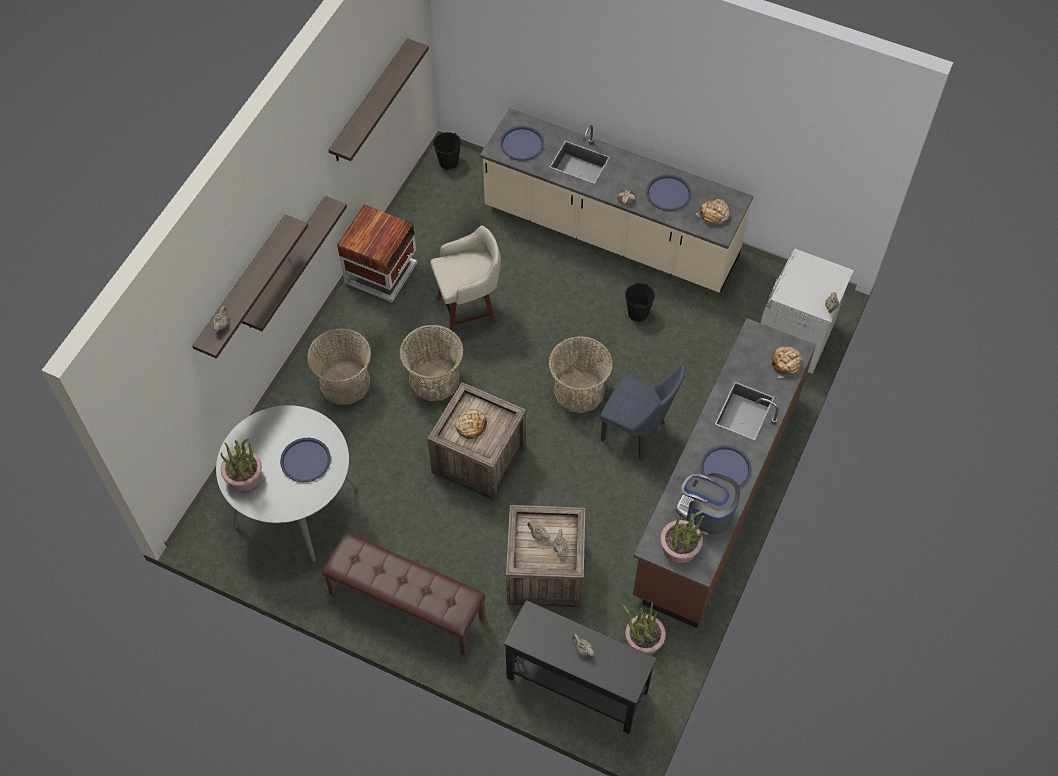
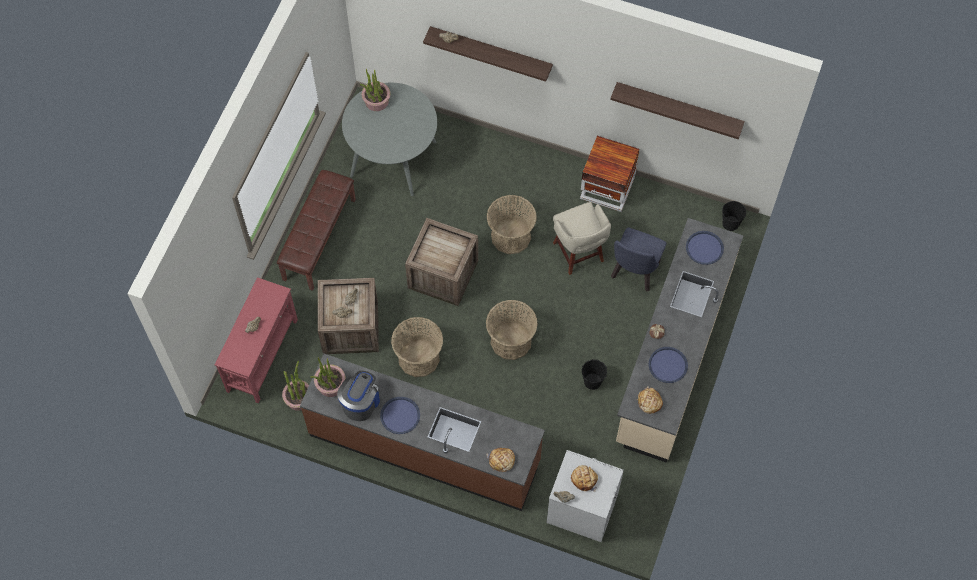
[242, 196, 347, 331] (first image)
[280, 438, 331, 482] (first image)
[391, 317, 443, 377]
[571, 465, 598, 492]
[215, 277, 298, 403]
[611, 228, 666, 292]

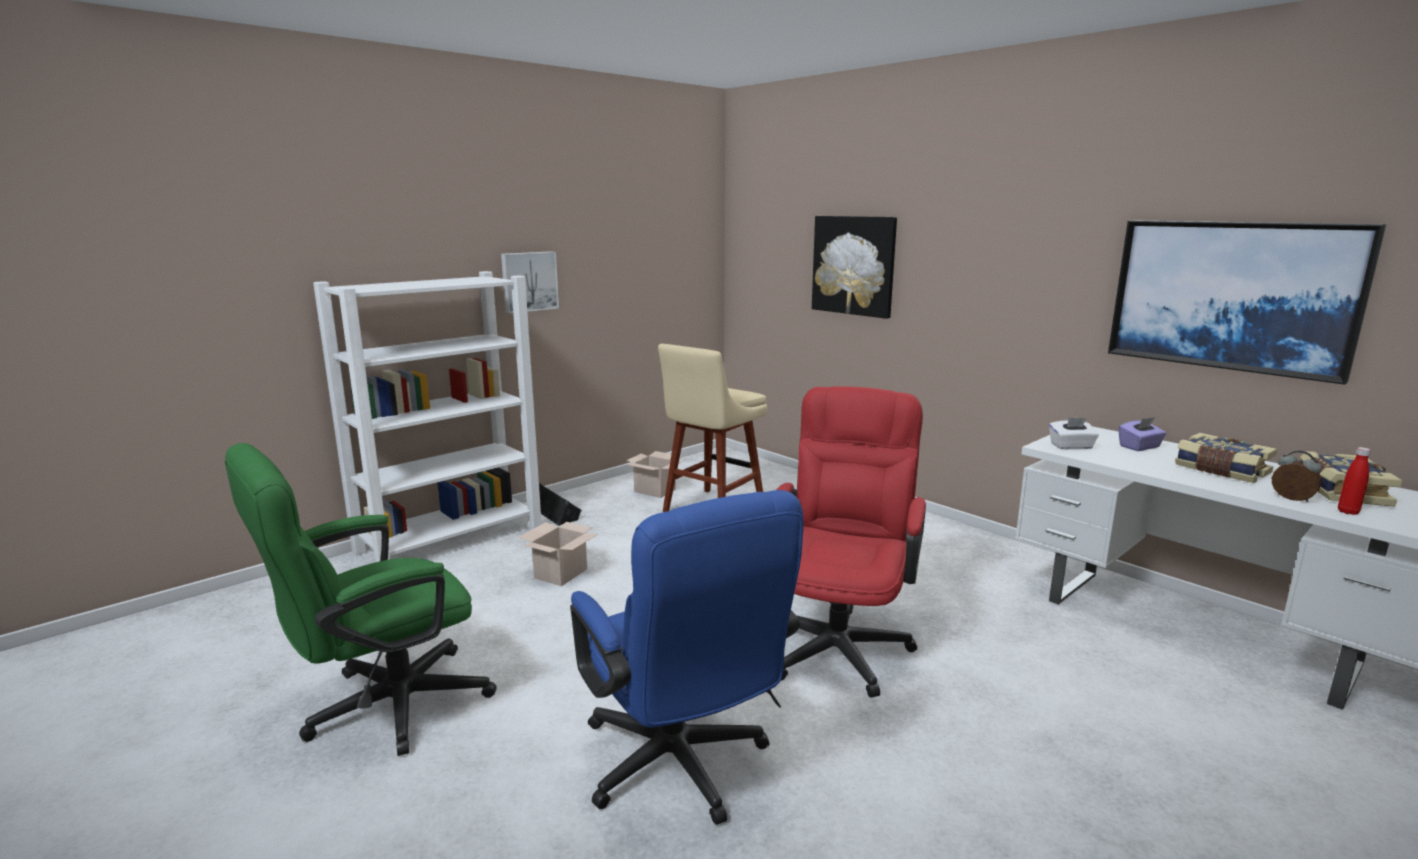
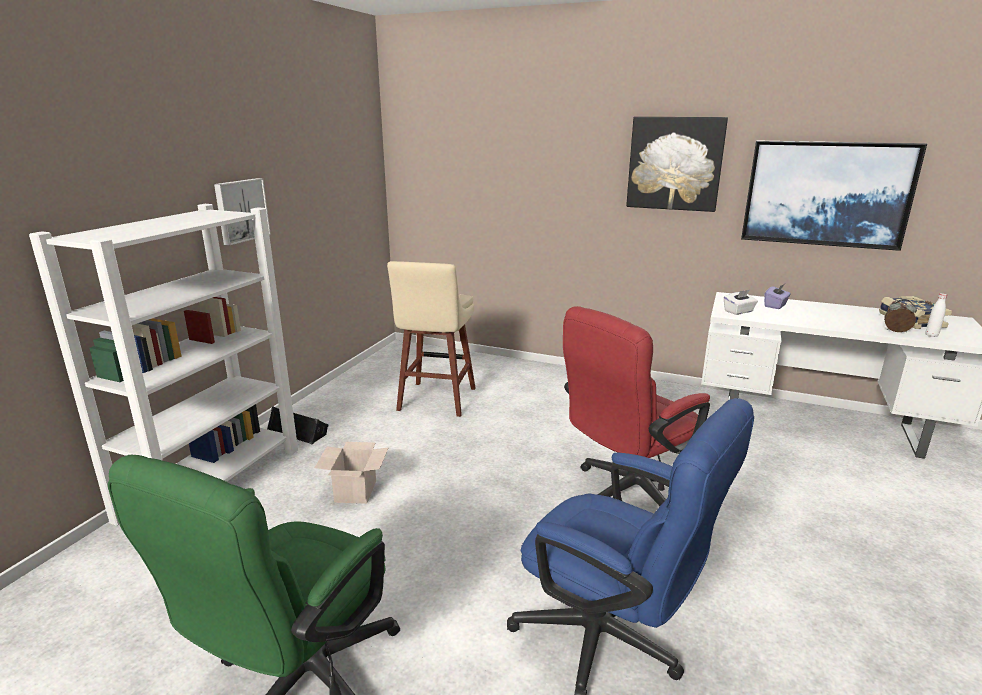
[626, 451, 683, 498] (first image)
[563, 306, 710, 506]
[626, 117, 728, 212]
[1175, 433, 1277, 483] (first image)
[925, 293, 947, 337]

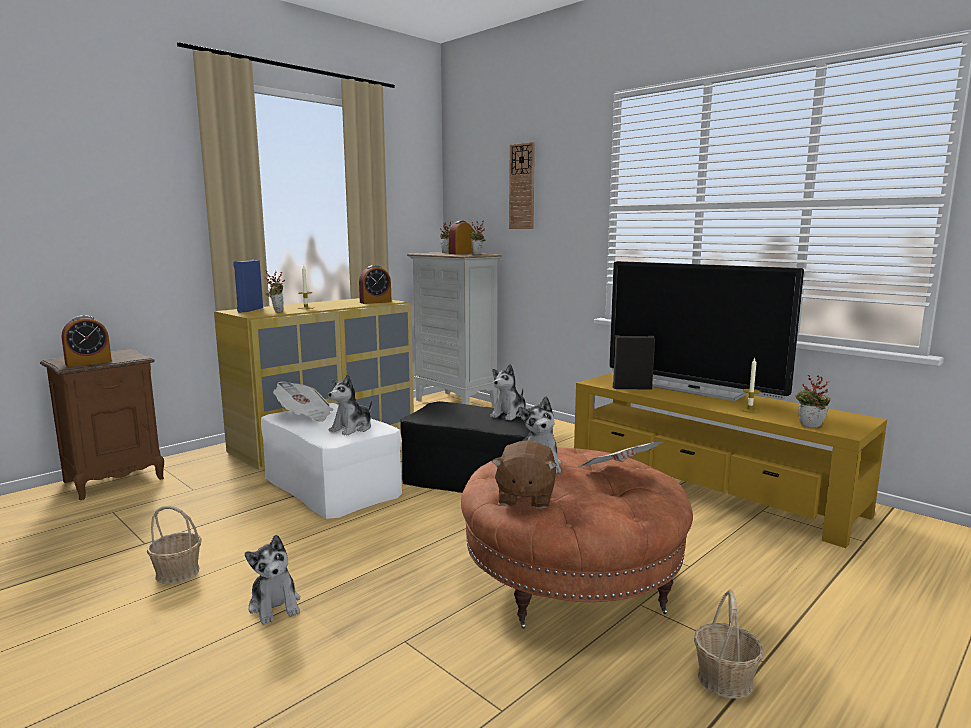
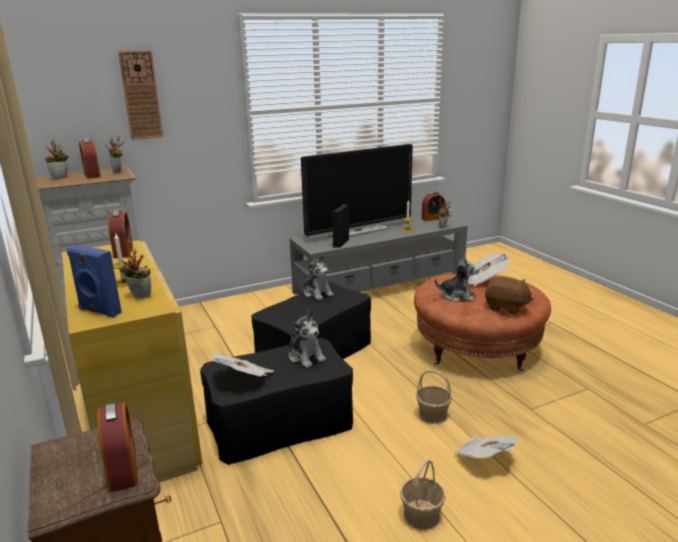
[454, 435, 520, 458]
[200, 338, 353, 465]
[290, 216, 468, 294]
[416, 370, 452, 424]
[421, 192, 446, 221]

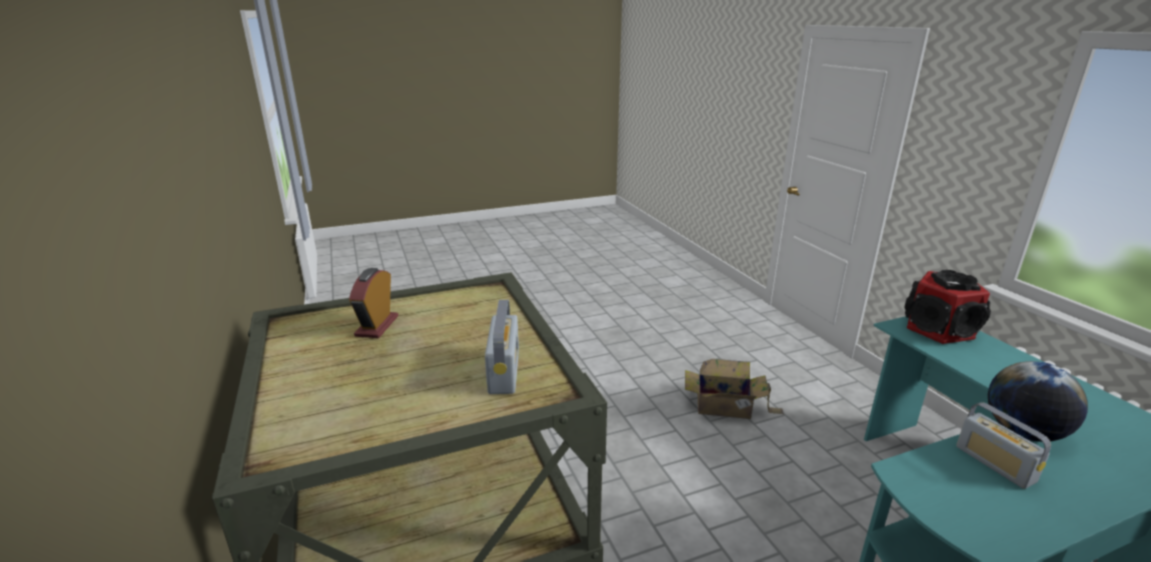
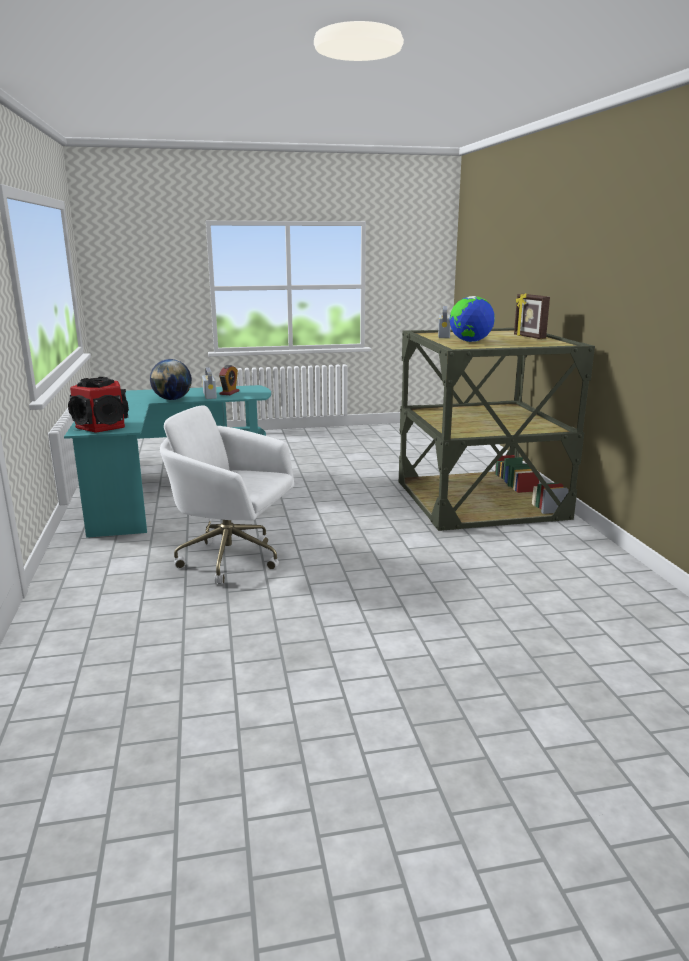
[219, 365, 240, 395]
[160, 405, 294, 584]
[450, 296, 495, 342]
[514, 293, 550, 339]

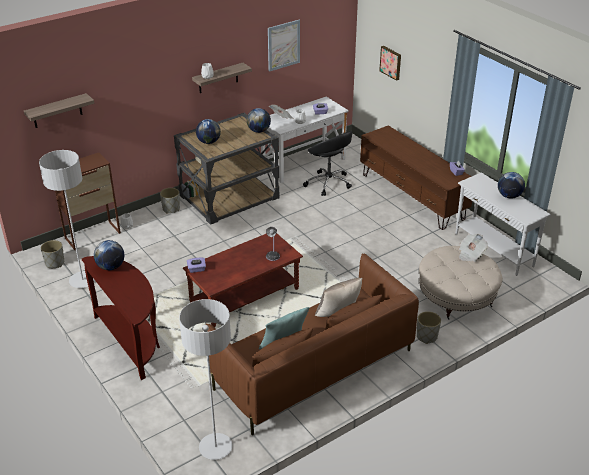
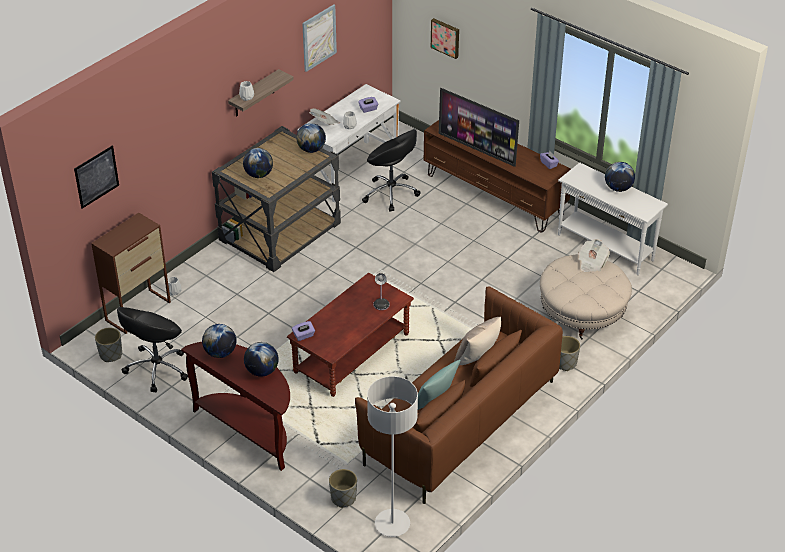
[74, 146, 119, 209]
[117, 307, 188, 392]
[329, 469, 357, 508]
[244, 342, 279, 377]
[439, 88, 519, 167]

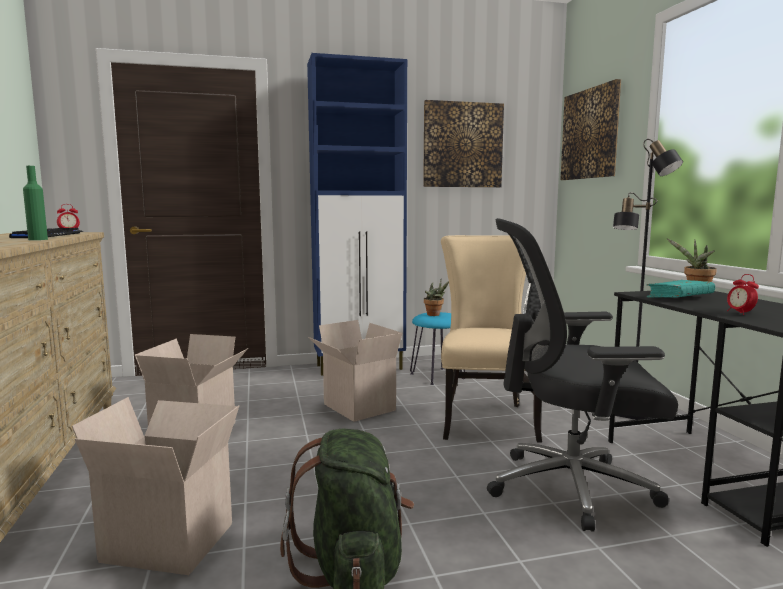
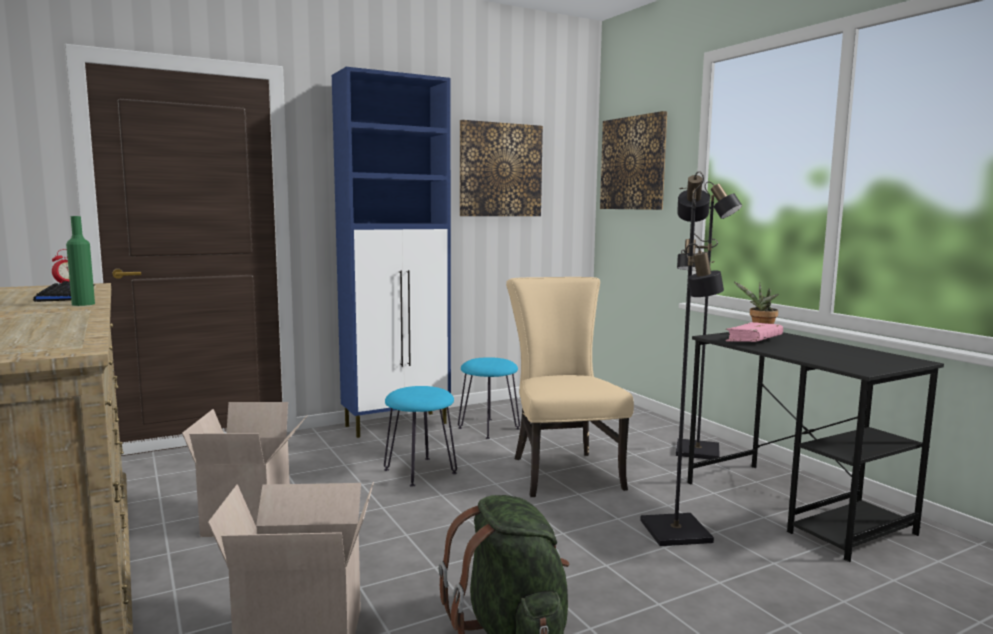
[384, 386, 457, 487]
[424, 280, 449, 316] (first image)
[640, 171, 724, 546]
[726, 322, 783, 342]
[727, 274, 759, 315] (first image)

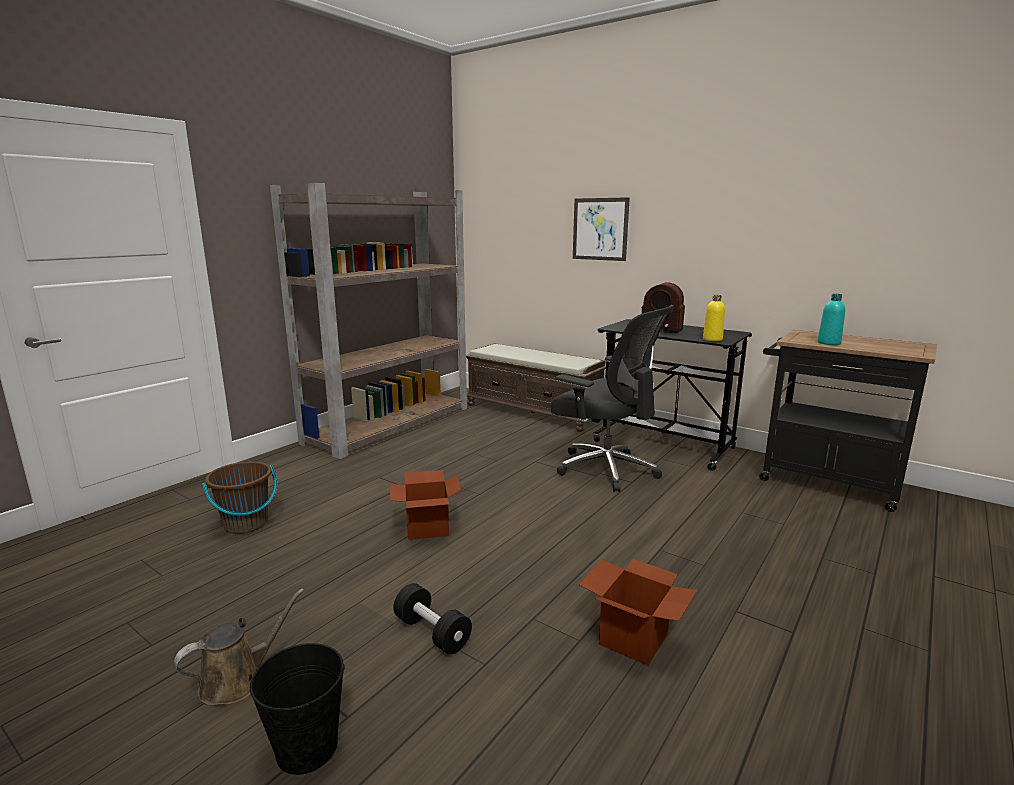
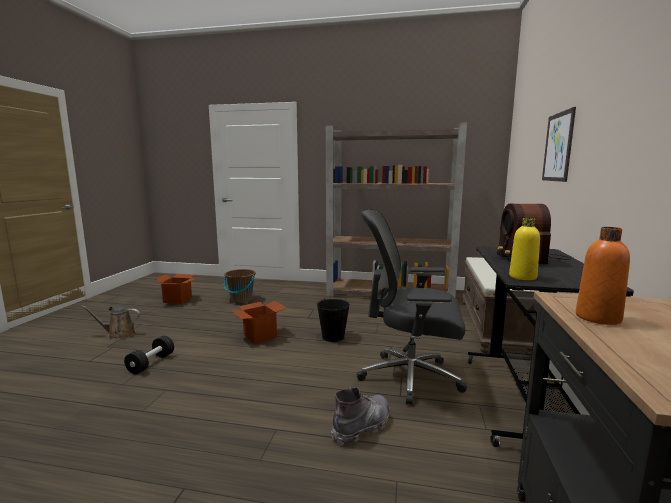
[81, 305, 140, 339]
[317, 298, 350, 342]
[357, 209, 467, 405]
[156, 274, 196, 304]
[576, 227, 630, 325]
[331, 387, 390, 445]

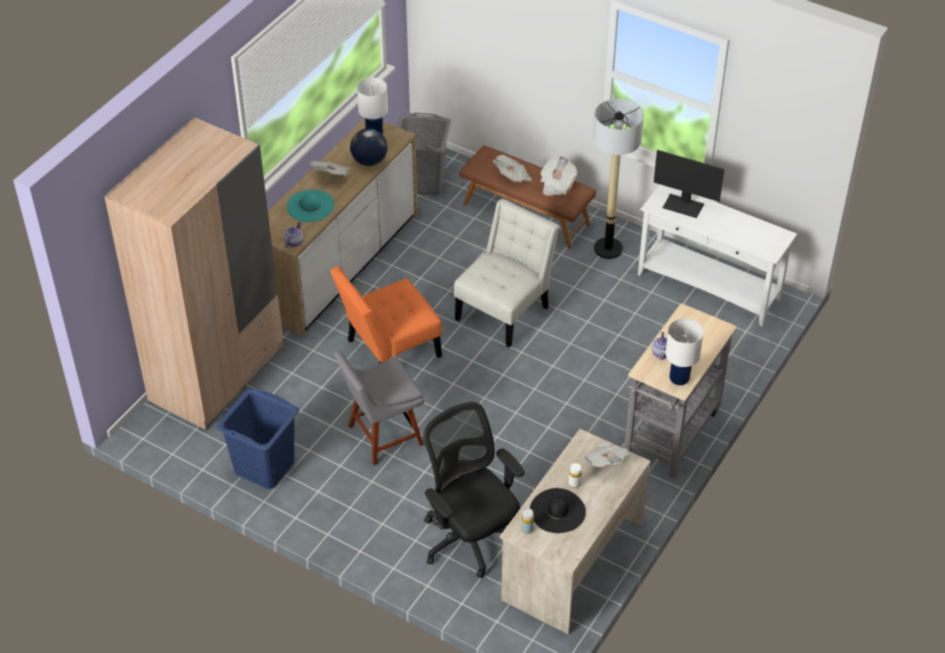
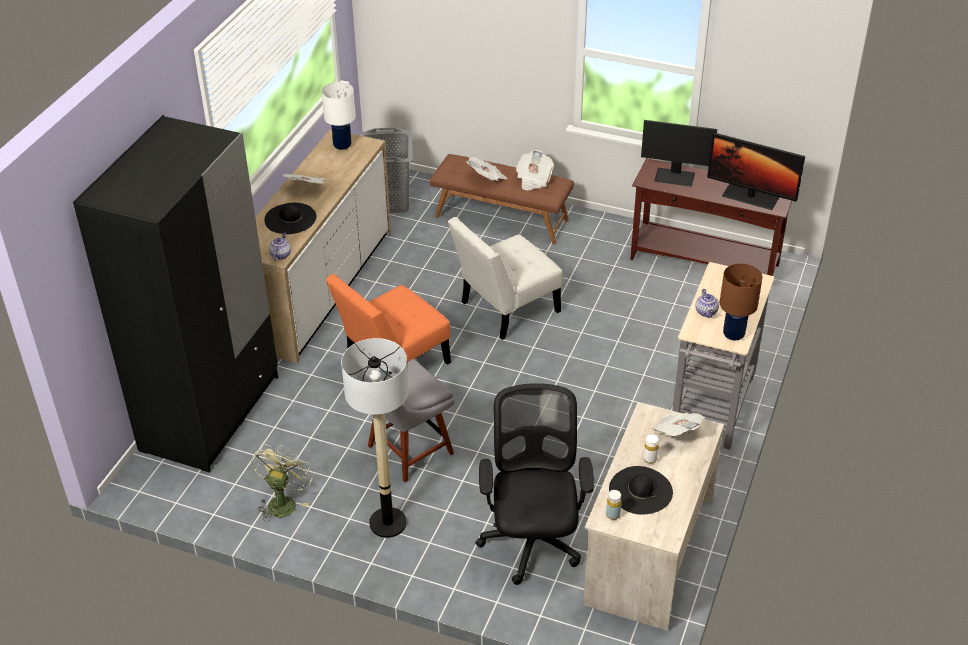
[73, 115, 278, 473]
[251, 444, 314, 522]
[264, 203, 316, 234]
[350, 128, 387, 166] (first image)
[475, 383, 594, 585]
[448, 217, 563, 340]
[341, 338, 409, 538]
[630, 158, 792, 276]
[720, 263, 763, 341]
[707, 133, 805, 210]

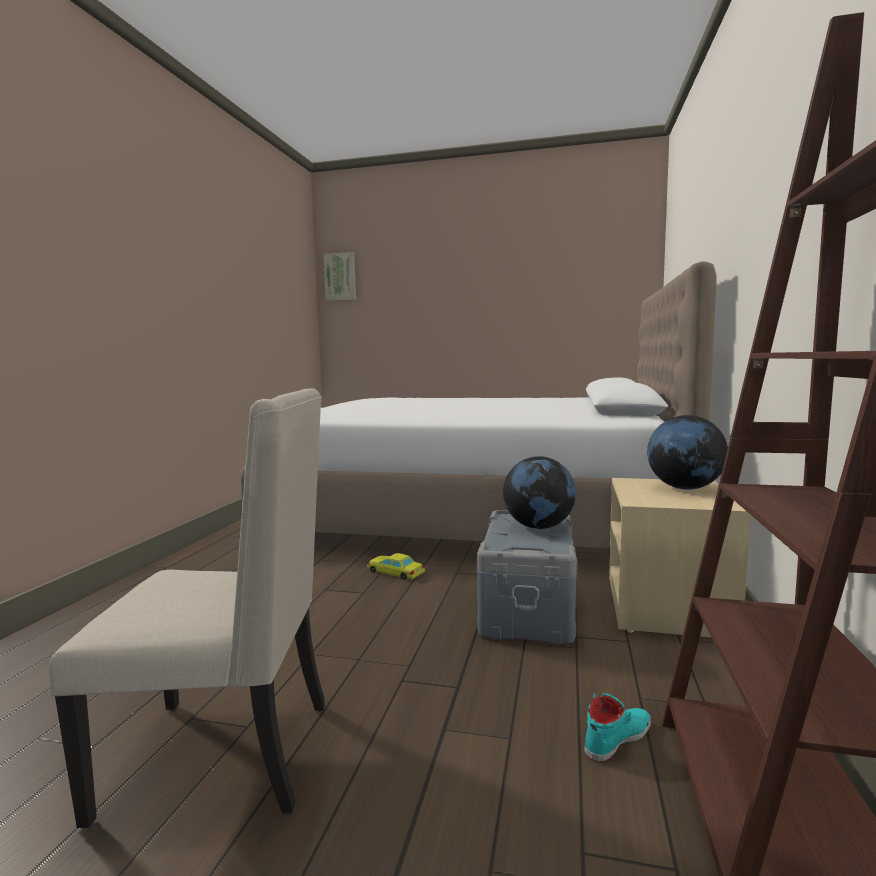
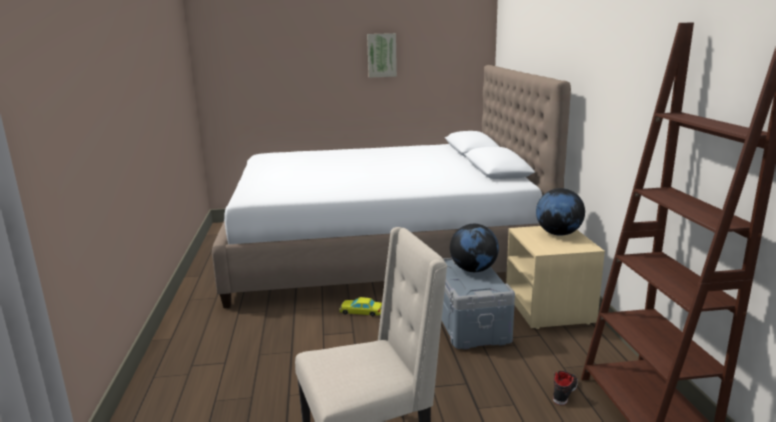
[367, 33, 397, 78]
[553, 371, 578, 405]

